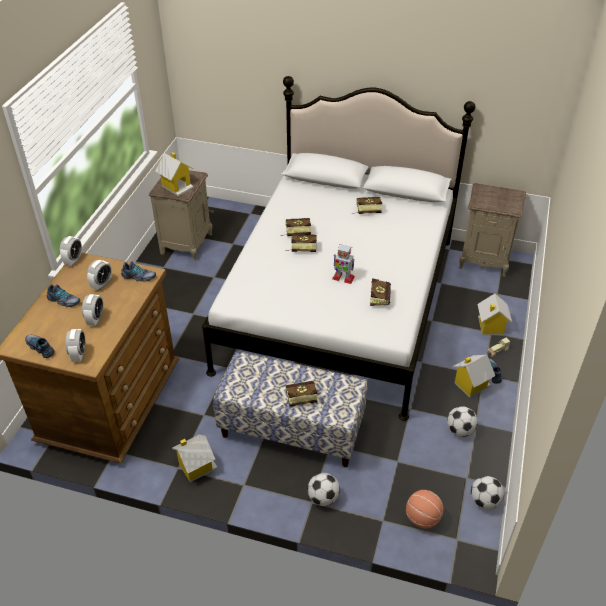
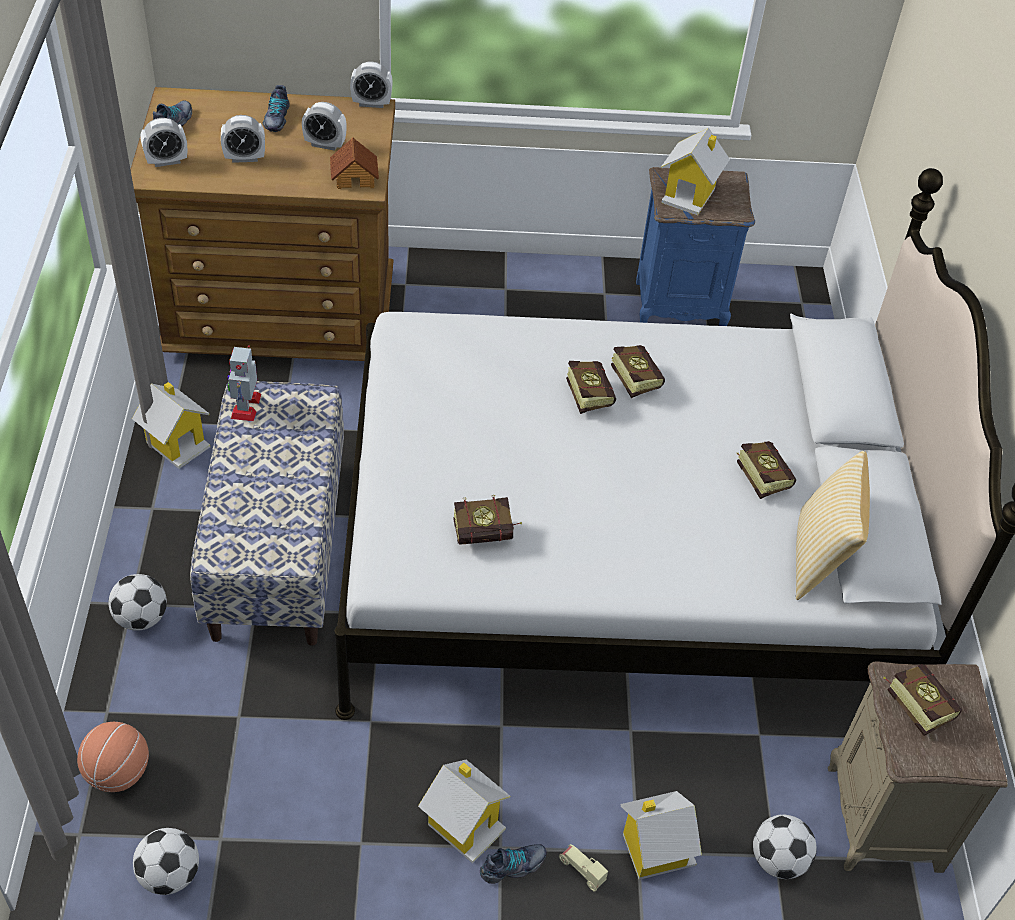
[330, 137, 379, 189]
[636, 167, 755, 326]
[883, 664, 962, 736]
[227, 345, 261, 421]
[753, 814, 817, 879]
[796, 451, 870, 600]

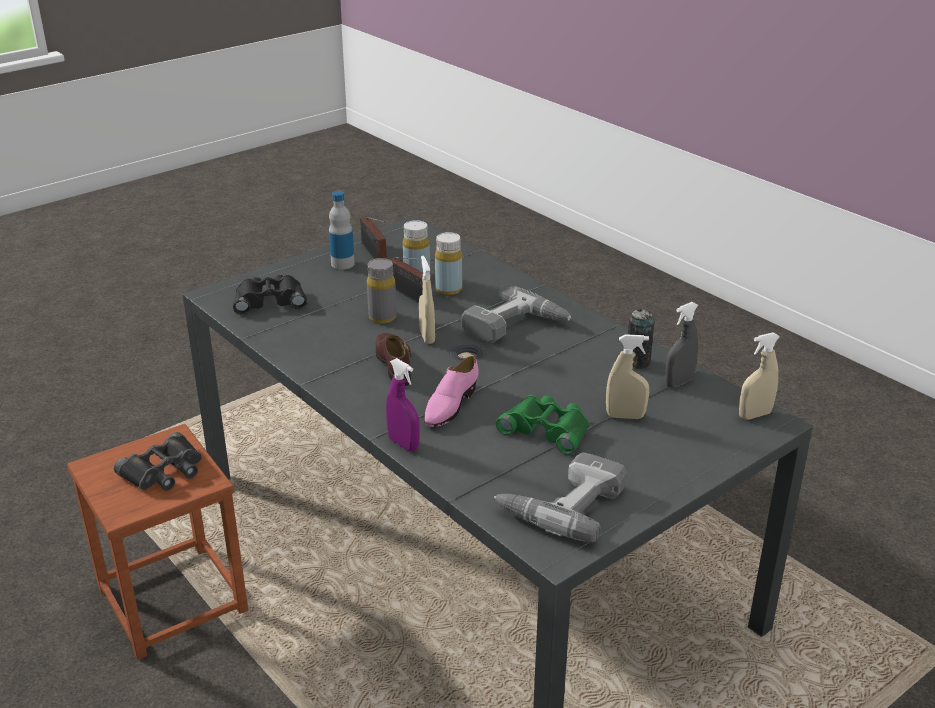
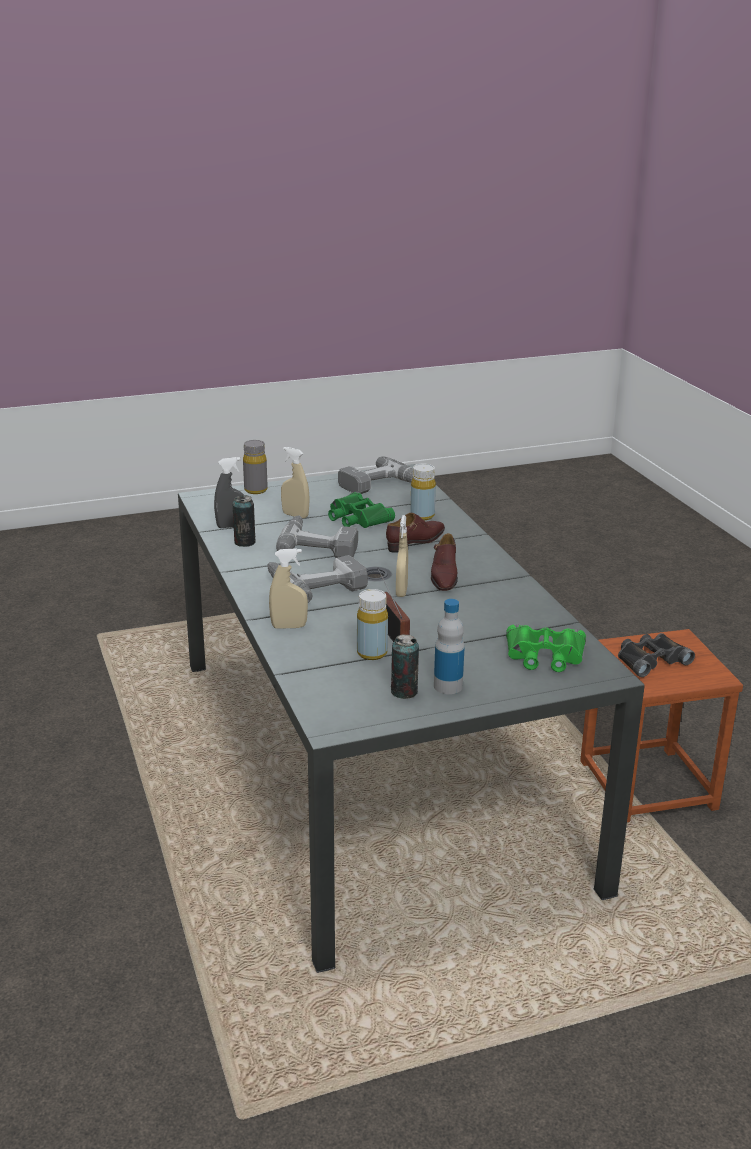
[506, 624, 586, 672]
[391, 635, 419, 699]
[243, 440, 268, 494]
[386, 358, 420, 451] (first image)
[386, 513, 445, 553]
[410, 464, 436, 520]
[269, 548, 308, 629]
[276, 516, 358, 558]

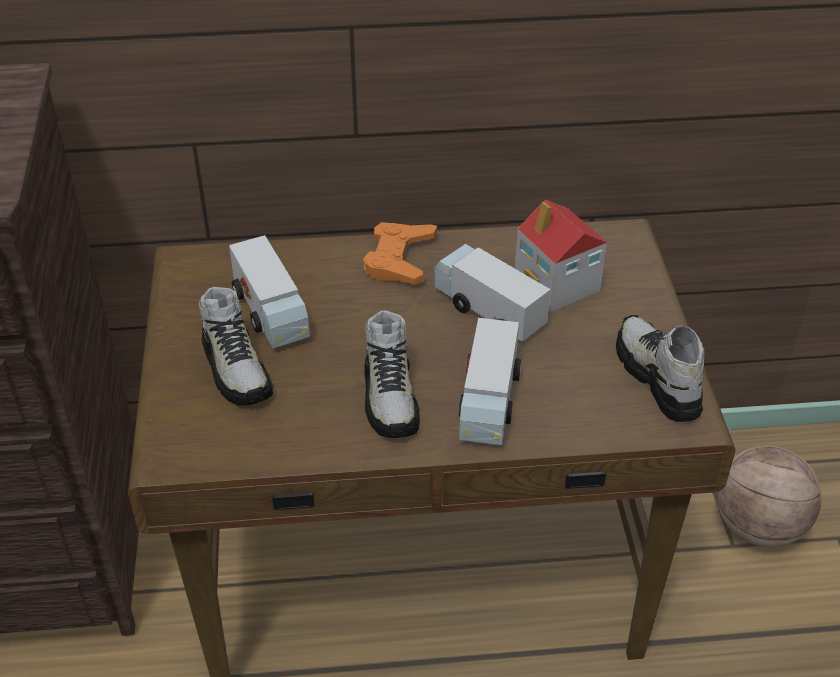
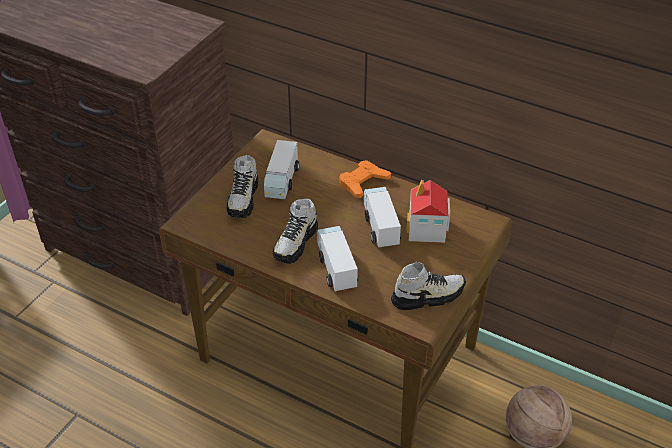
[317, 226, 358, 291]
[391, 262, 466, 310]

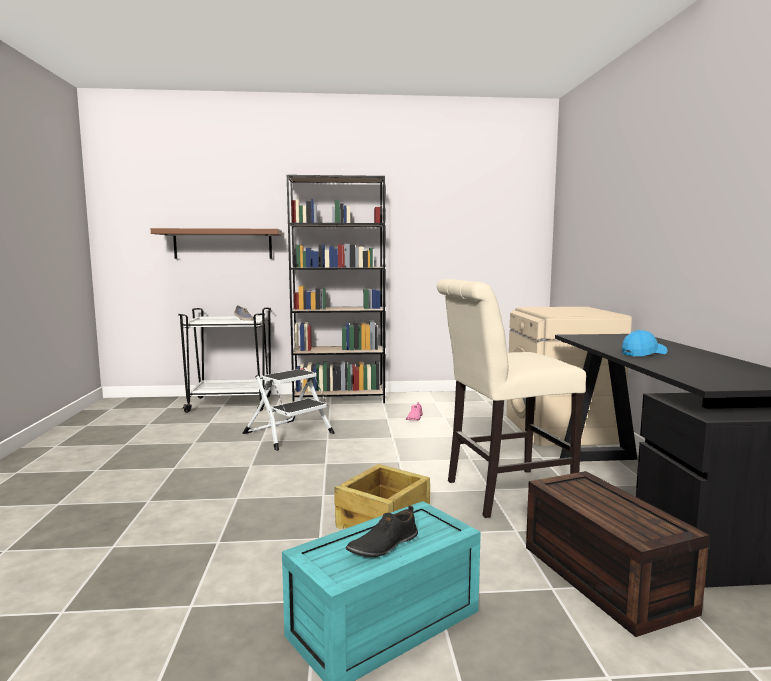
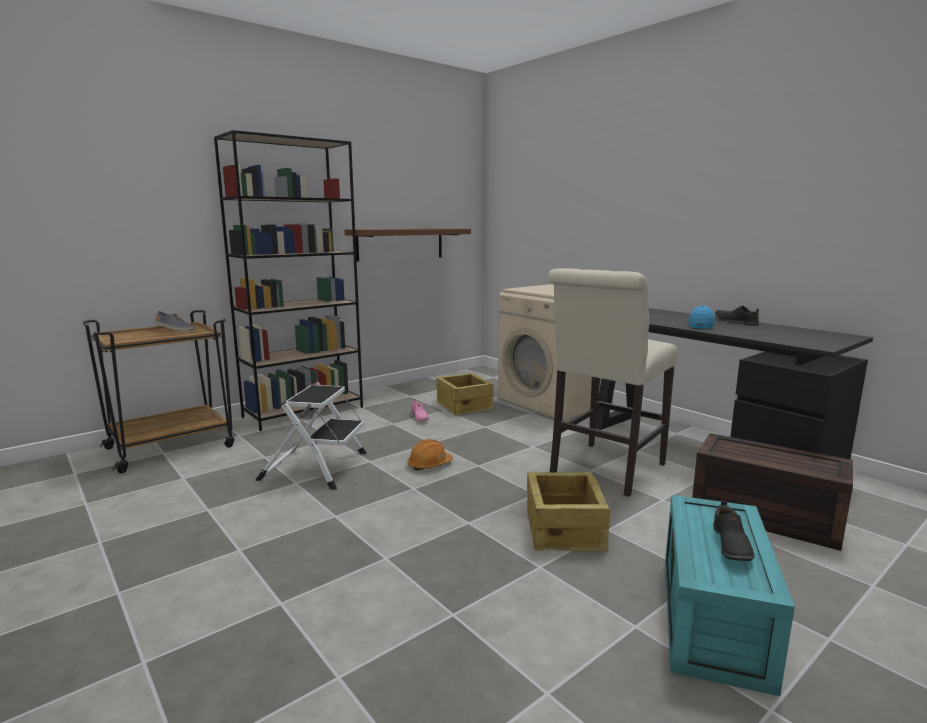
[345, 228, 471, 262]
[83, 310, 234, 473]
[407, 439, 453, 471]
[436, 373, 494, 415]
[715, 306, 759, 325]

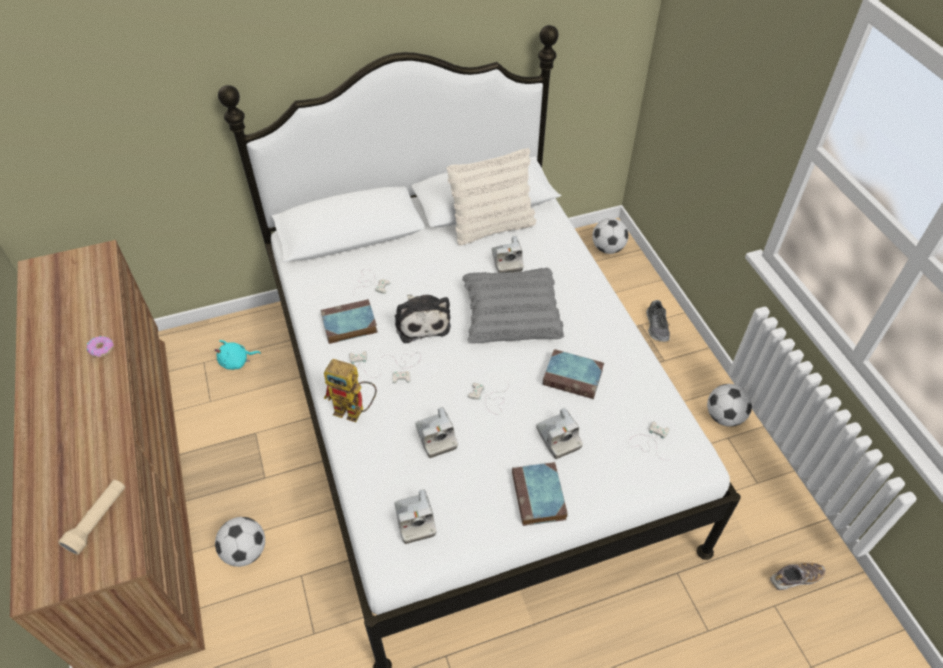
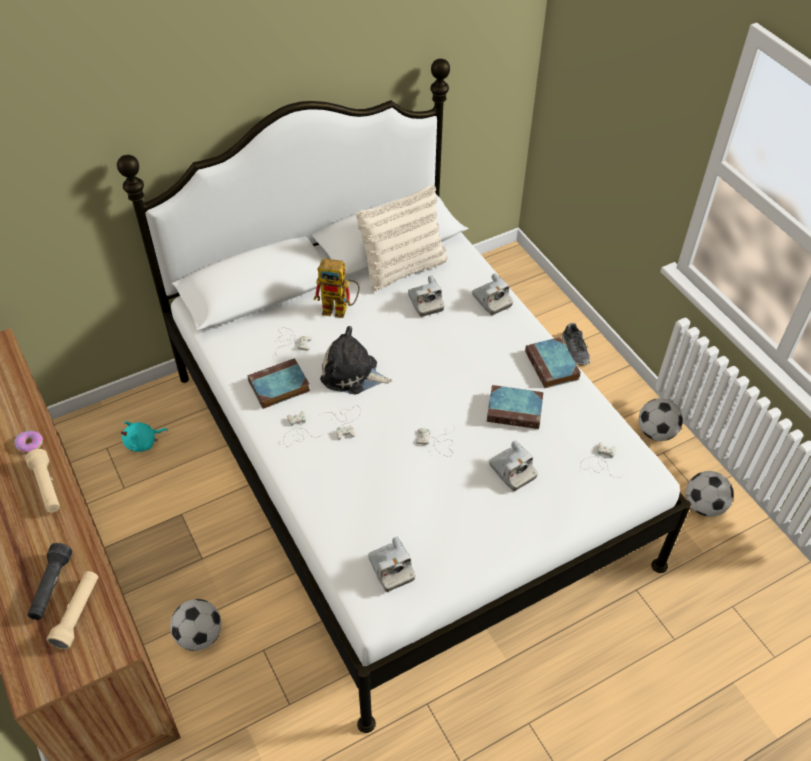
[314, 258, 360, 318]
[320, 326, 392, 394]
[472, 273, 513, 315]
[462, 267, 564, 343] (first image)
[525, 337, 581, 388]
[686, 471, 734, 517]
[770, 563, 825, 590] (first image)
[25, 449, 60, 513]
[27, 543, 73, 620]

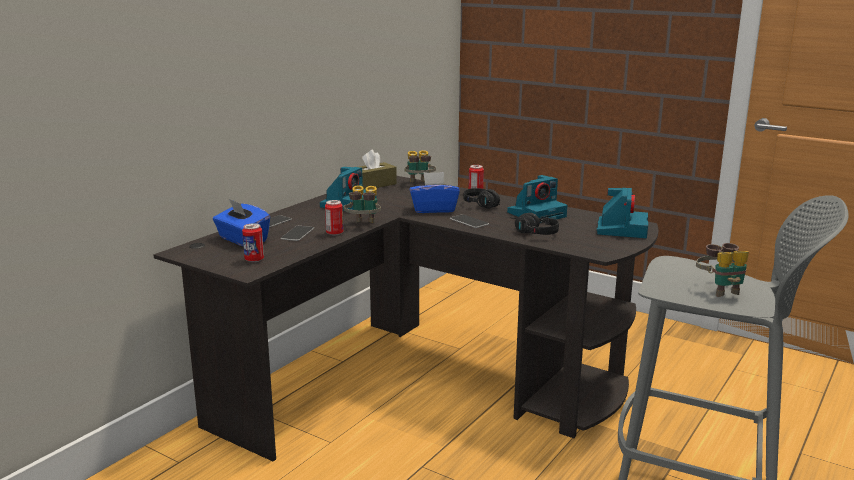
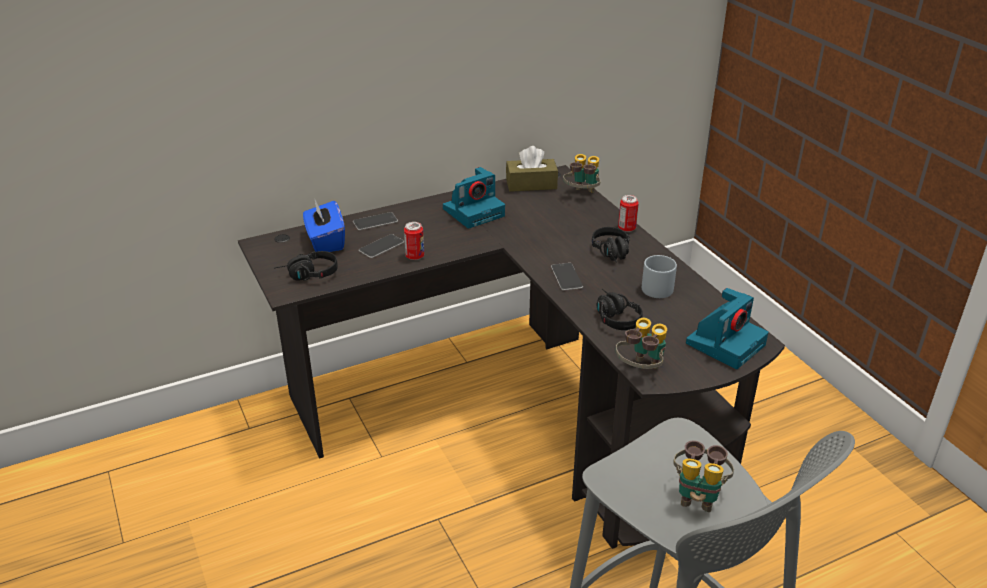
[275, 251, 338, 281]
[616, 318, 667, 369]
[409, 172, 460, 213] (first image)
[642, 255, 677, 298]

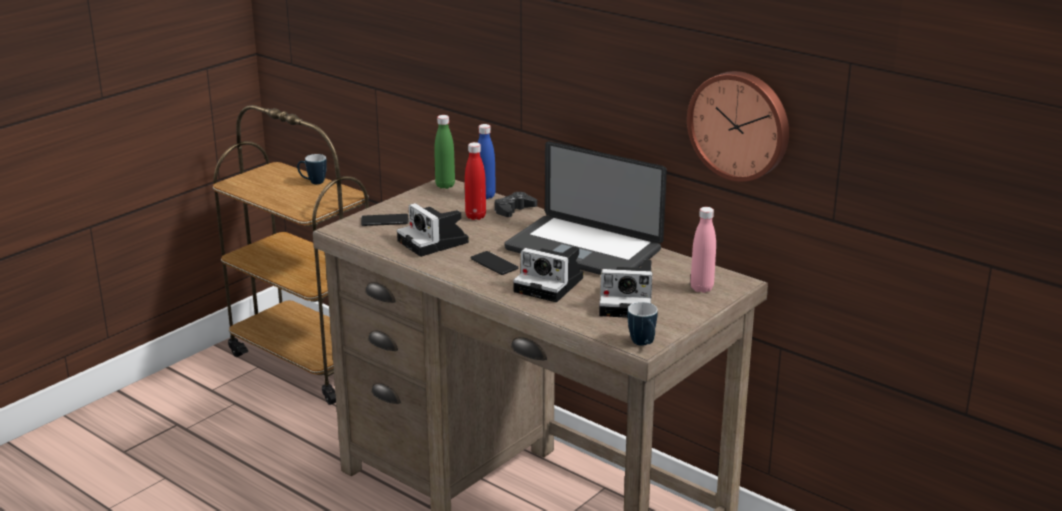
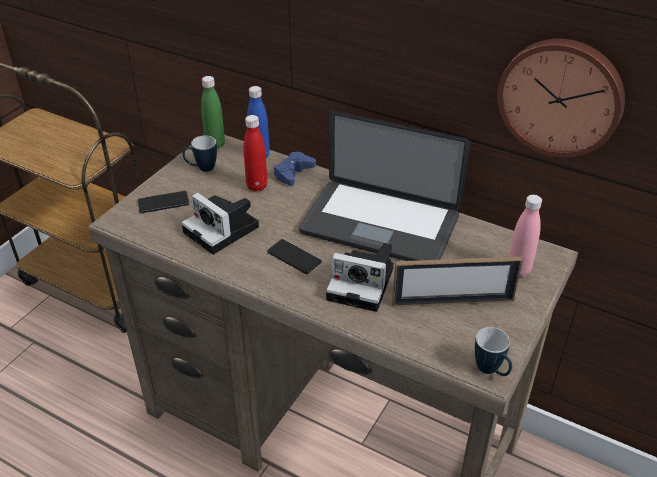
[182, 135, 217, 172]
[274, 152, 316, 185]
[392, 256, 523, 307]

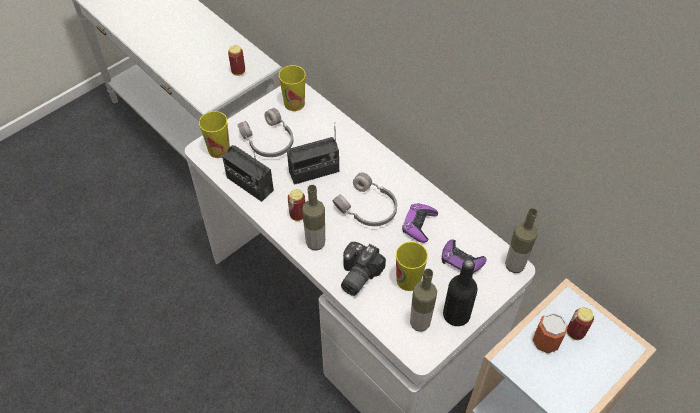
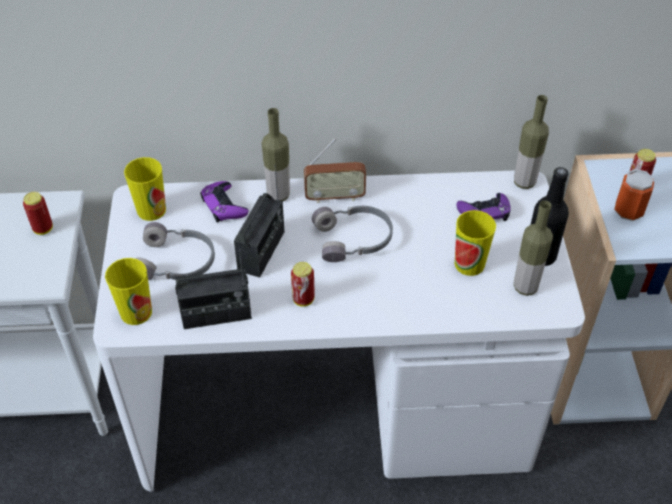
[262, 108, 290, 201]
[341, 242, 386, 296] (first image)
[200, 181, 249, 223]
[304, 138, 366, 203]

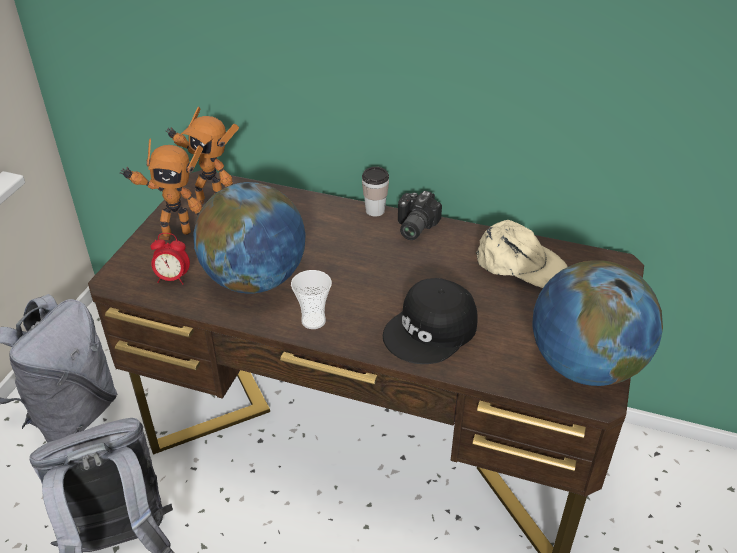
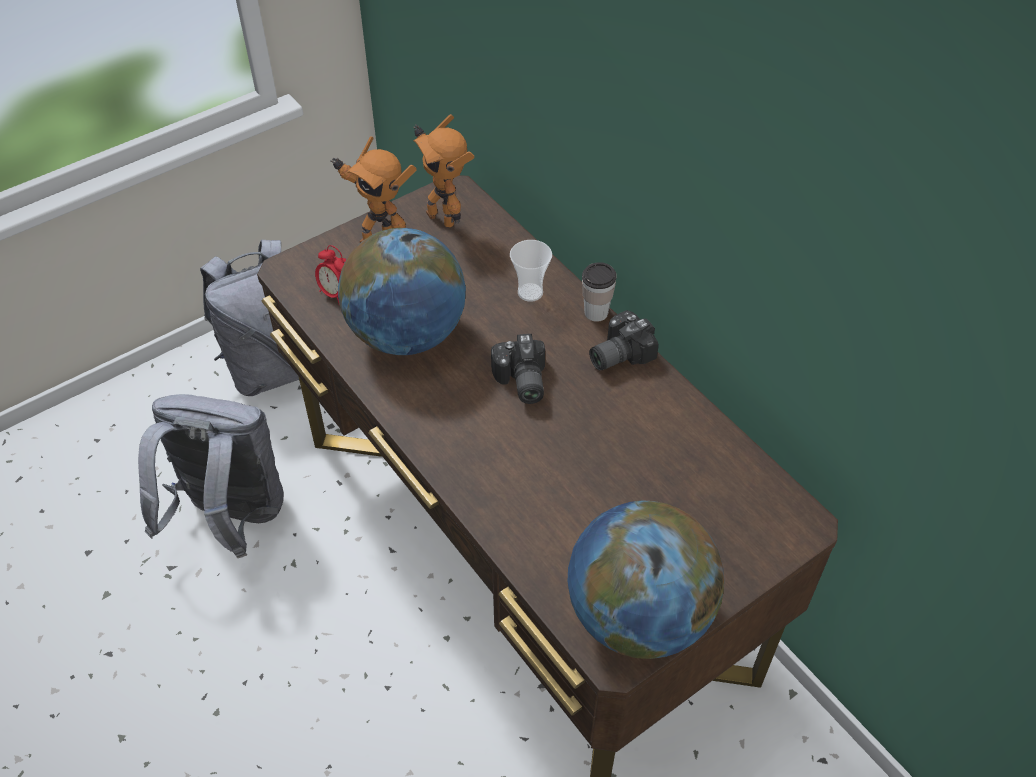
[510, 240, 552, 302]
[383, 278, 478, 364] (first image)
[476, 220, 568, 288] (first image)
[491, 334, 545, 404]

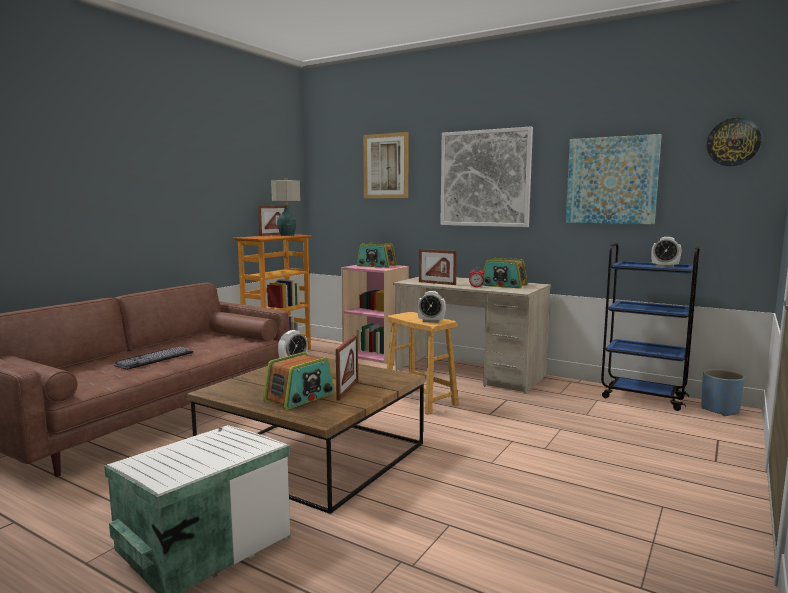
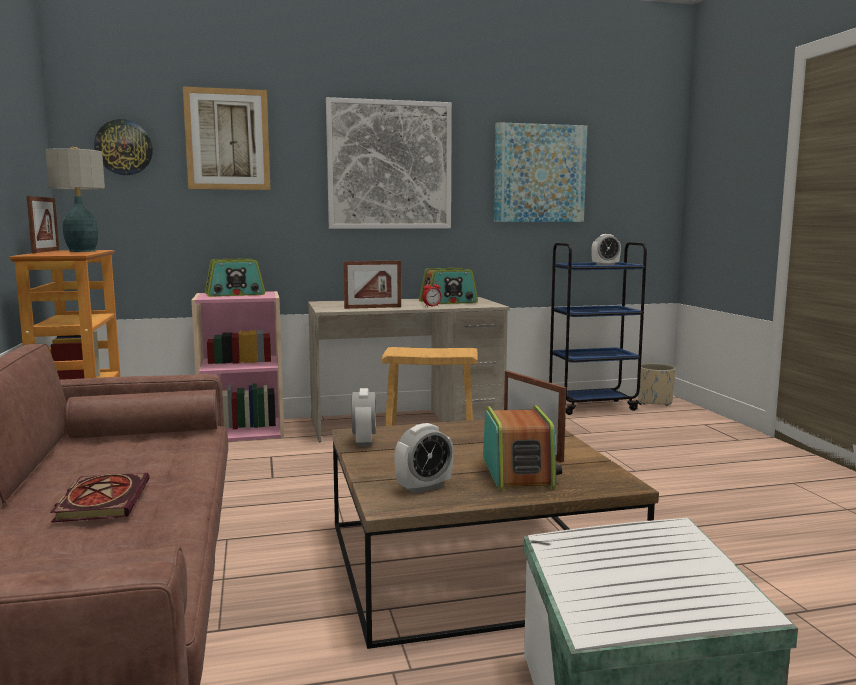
[50, 473, 150, 523]
[394, 423, 454, 494]
[638, 363, 676, 406]
[94, 119, 153, 175]

